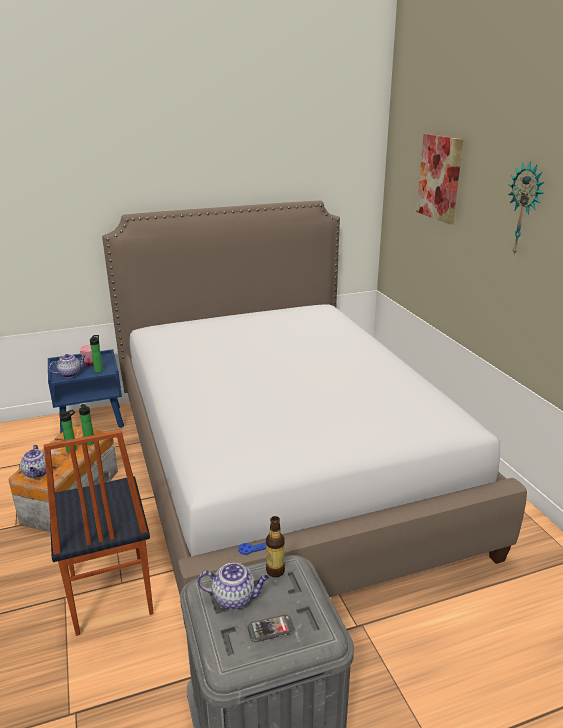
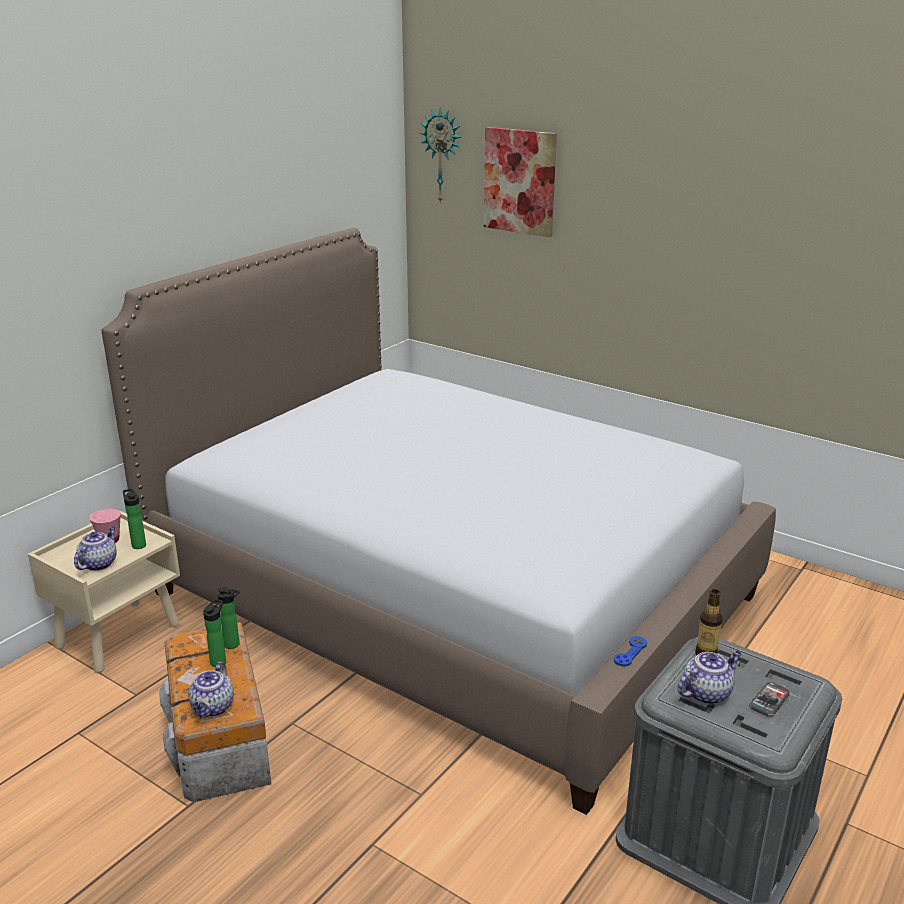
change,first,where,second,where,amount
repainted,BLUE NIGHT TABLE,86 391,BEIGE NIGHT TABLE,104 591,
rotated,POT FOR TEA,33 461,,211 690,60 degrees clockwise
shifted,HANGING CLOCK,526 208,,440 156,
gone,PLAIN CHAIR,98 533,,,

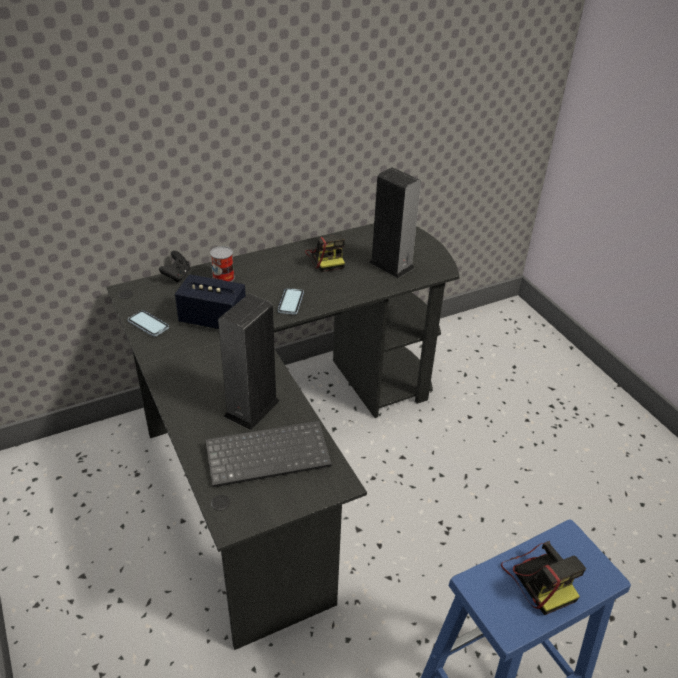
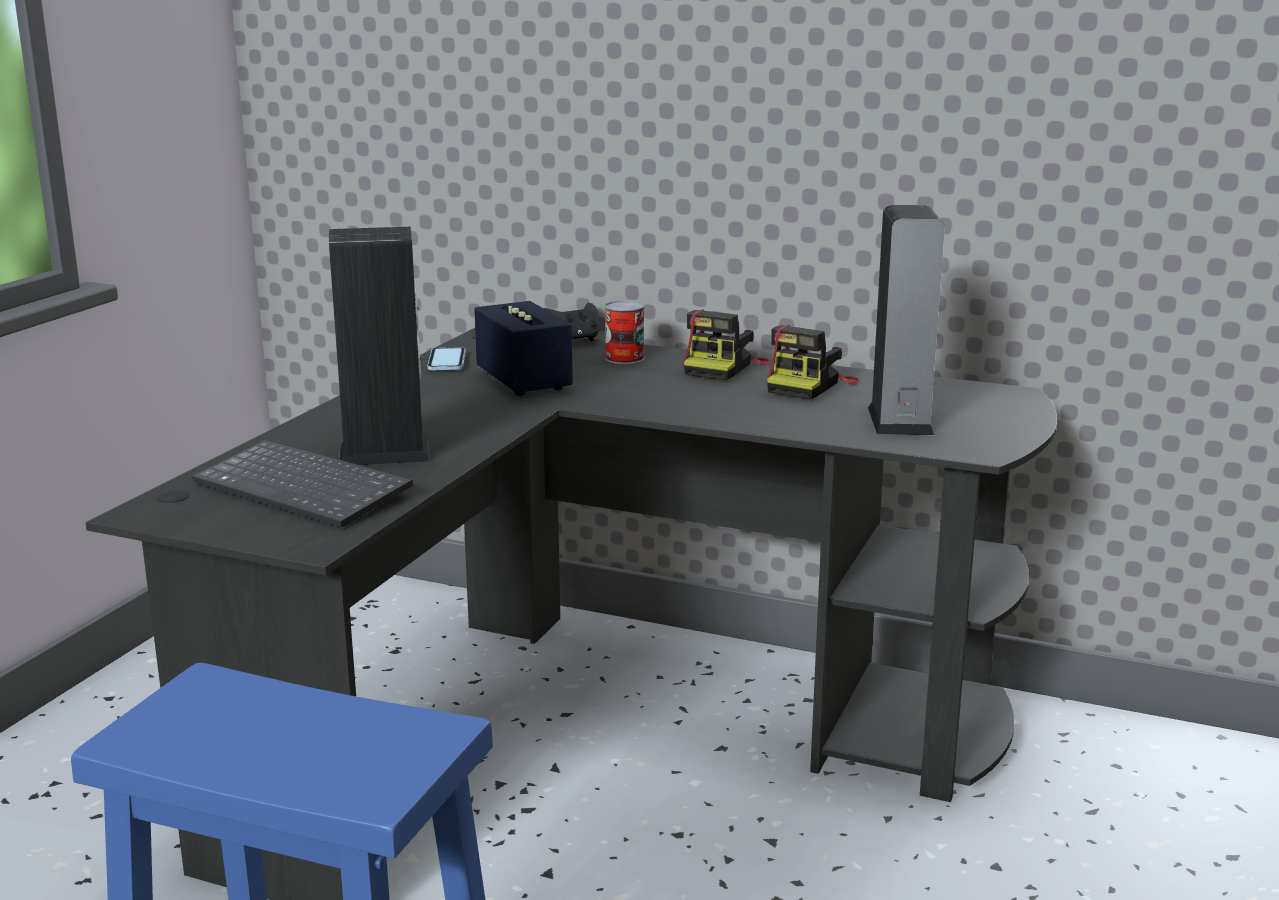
change,first,where,second,where,amount
shifted,PHOTO CAMERA,543 578,,727 345,
gone,TELEPHONE,291 301,,,

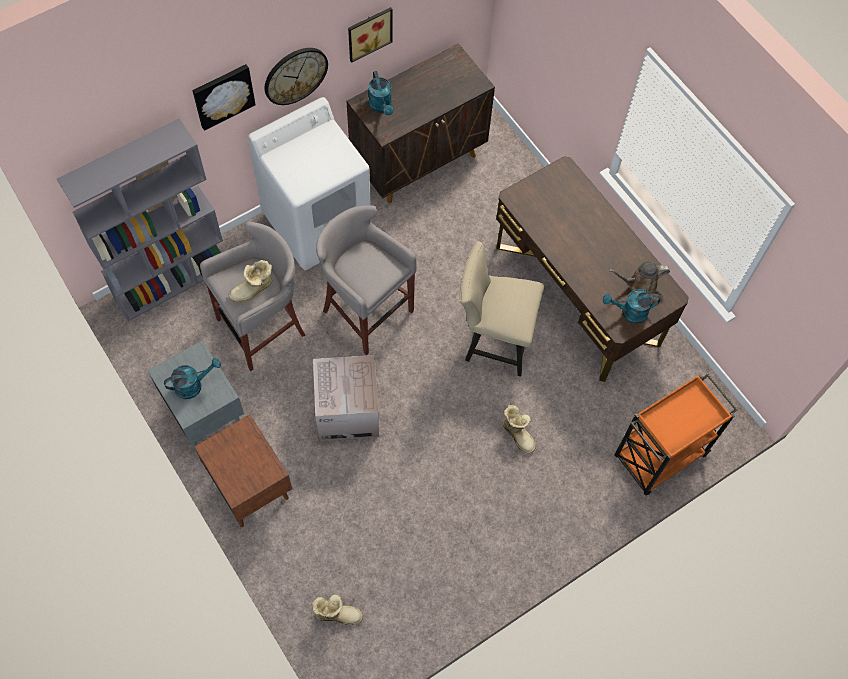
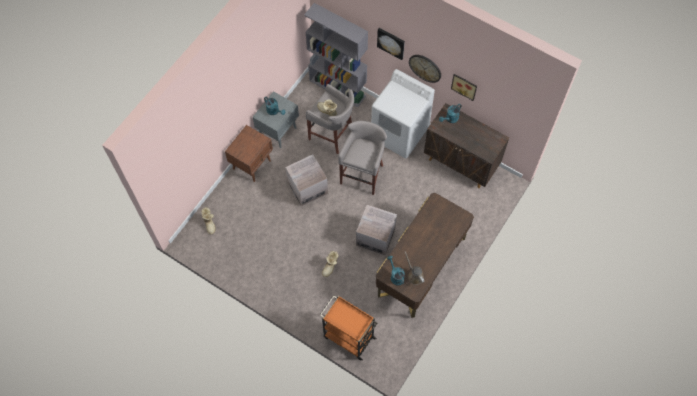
change,first,where,second,where,amount
swapped,BEIGE PLAIN CHAIR,502 309,PACKING BOX,376 230,

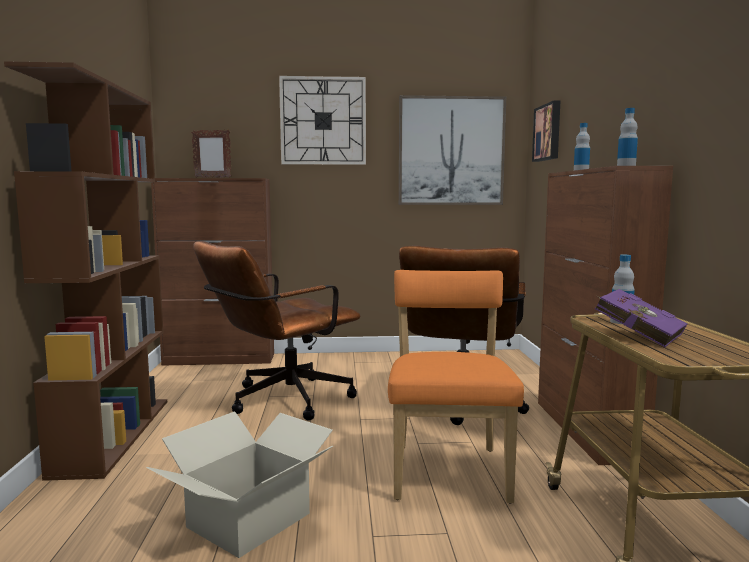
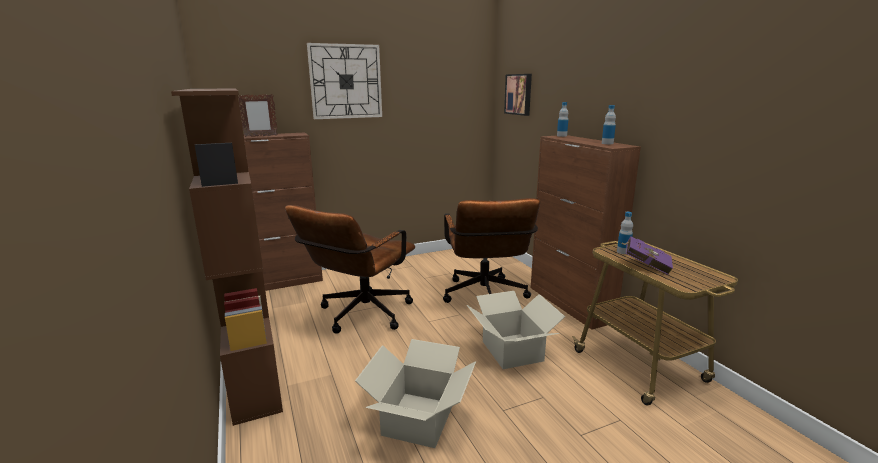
change,first,where,second,where,amount
swapped,ORANGEY PLAIN CHAIR,456 387,PACKING BOX,516 330,
gone,PICTURE,452 150,,,

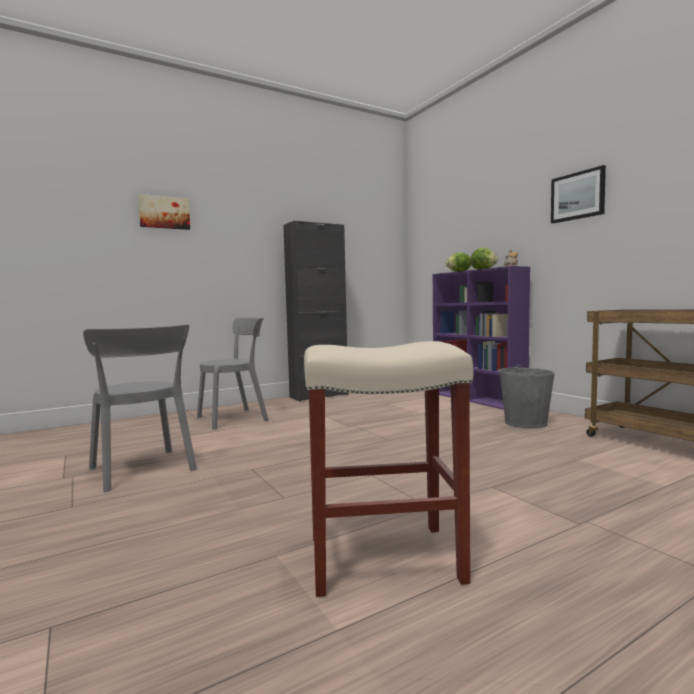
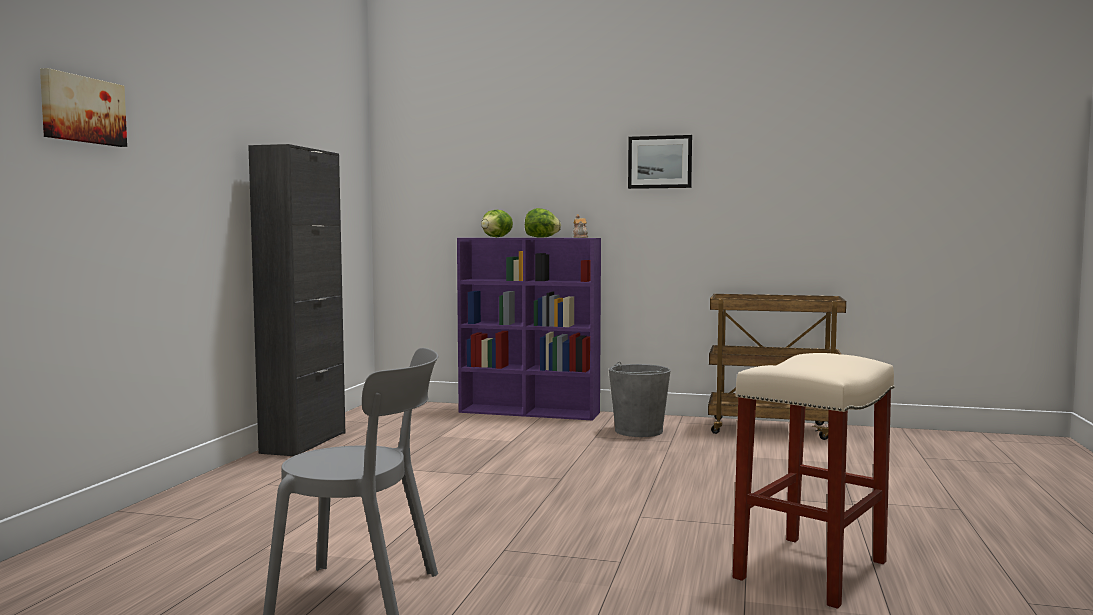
change,first,where,second,where,amount
gone,GRAY PLAIN CHAIR,233 374,,,

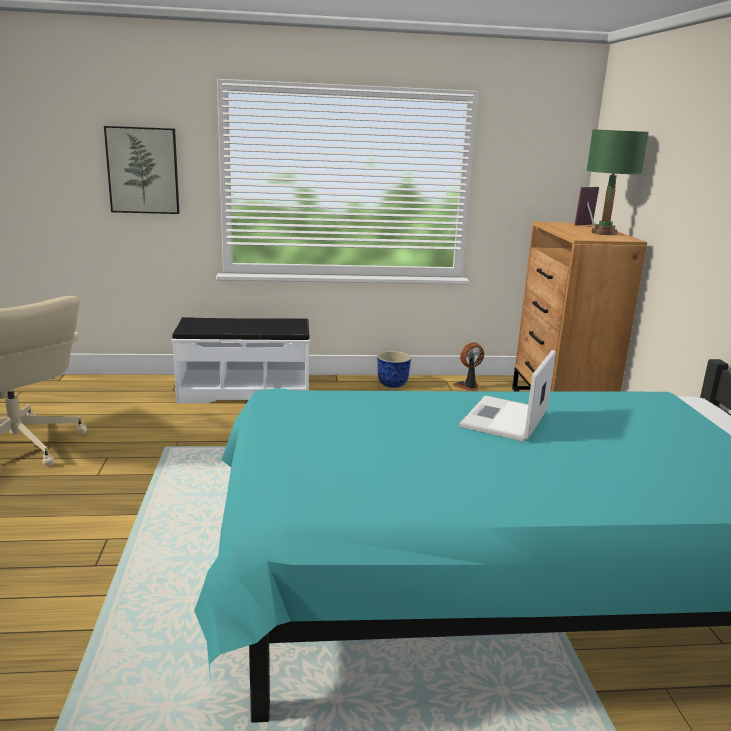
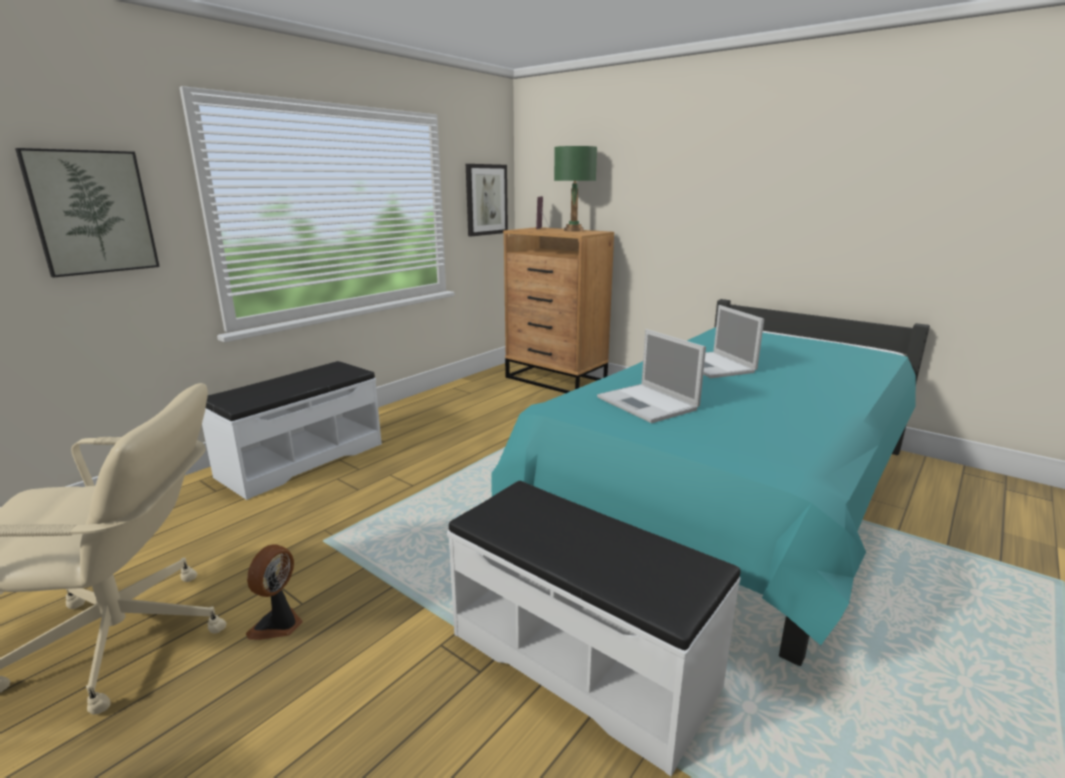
change,first,where,second,where,amount
shifted,FAN,468 366,,274 592,
new,,,WHITE LONG SEAT,593 628,
new,,,PICTURE,487 200,
new,,,PORTABLE COMPUTER,651 376,
gone,PLANTER,394 369,,,

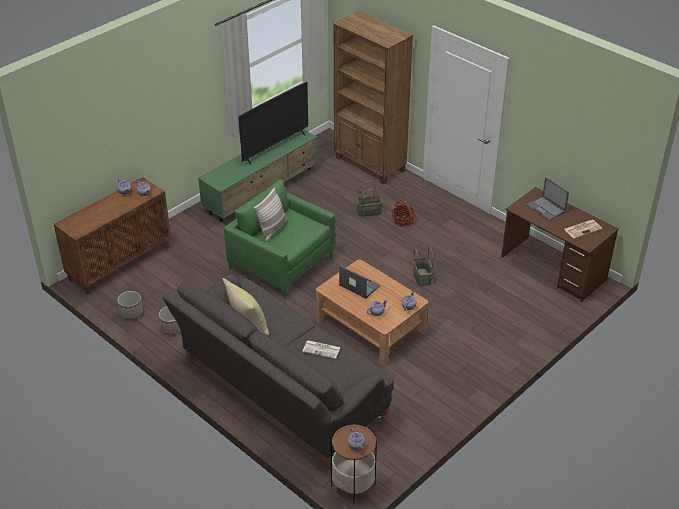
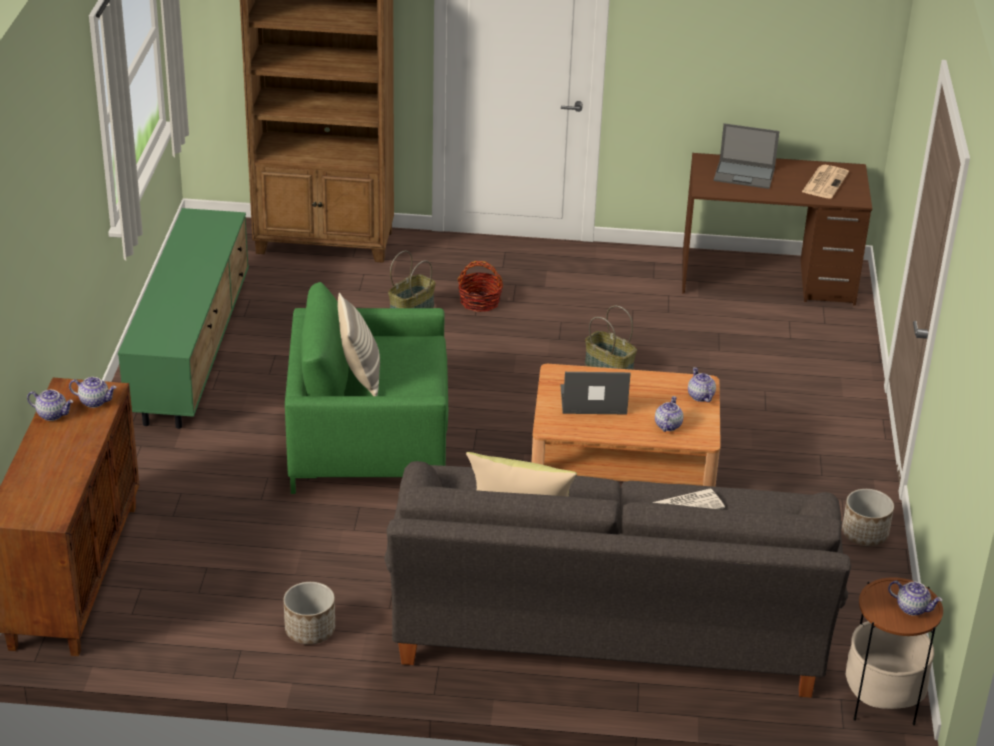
change,first,where,second,where,amount
shifted,PLANTER,130 305,,868 517,
gone,TV SET,273 123,,,

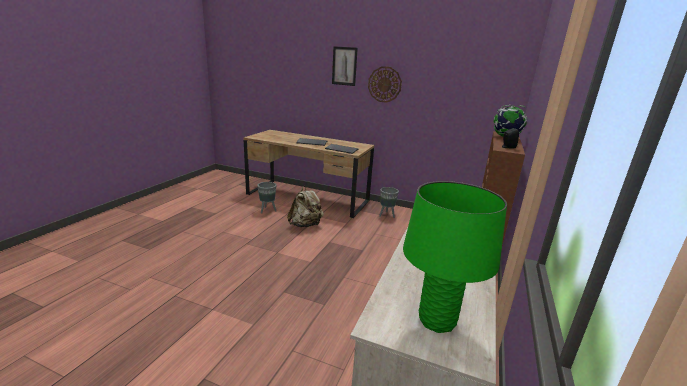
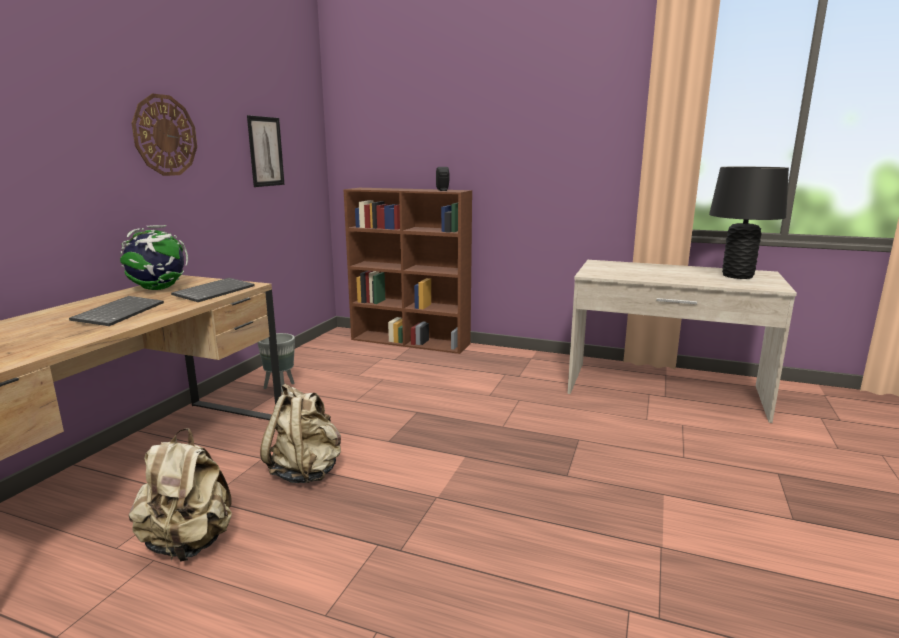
change,first,where,second,where,amount
shifted,GLOBE,511 121,,154 257,
swapped,GRAY PLANTER,266 198,BEIGE KNAPSACK,180 495,
shifted,PICTURE,345 66,,266 151,
repainted,GREEN TABLE LAMP,455 257,BLACK TABLE LAMP,749 223,

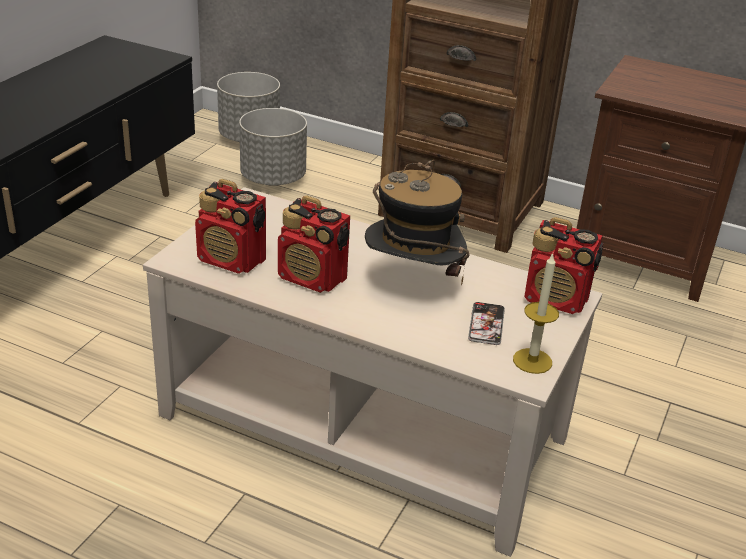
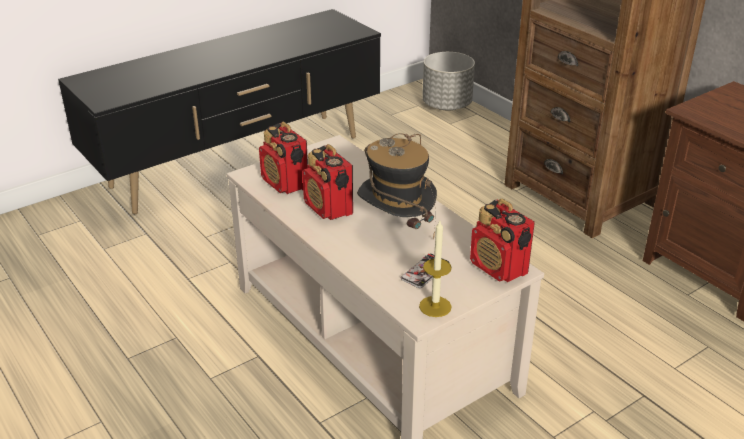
change,first,where,second,where,amount
gone,GRAY PLANTER,273 147,,,

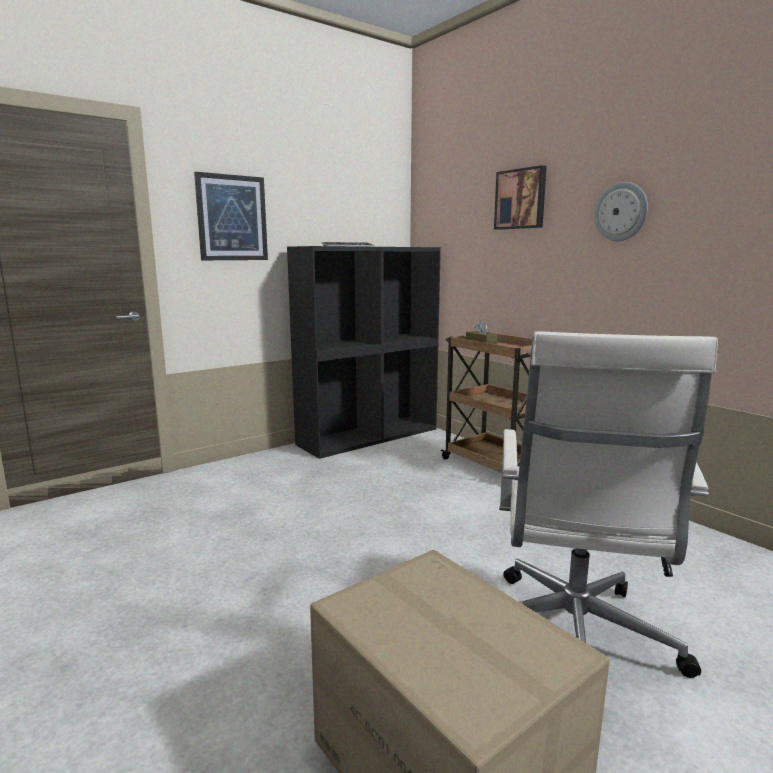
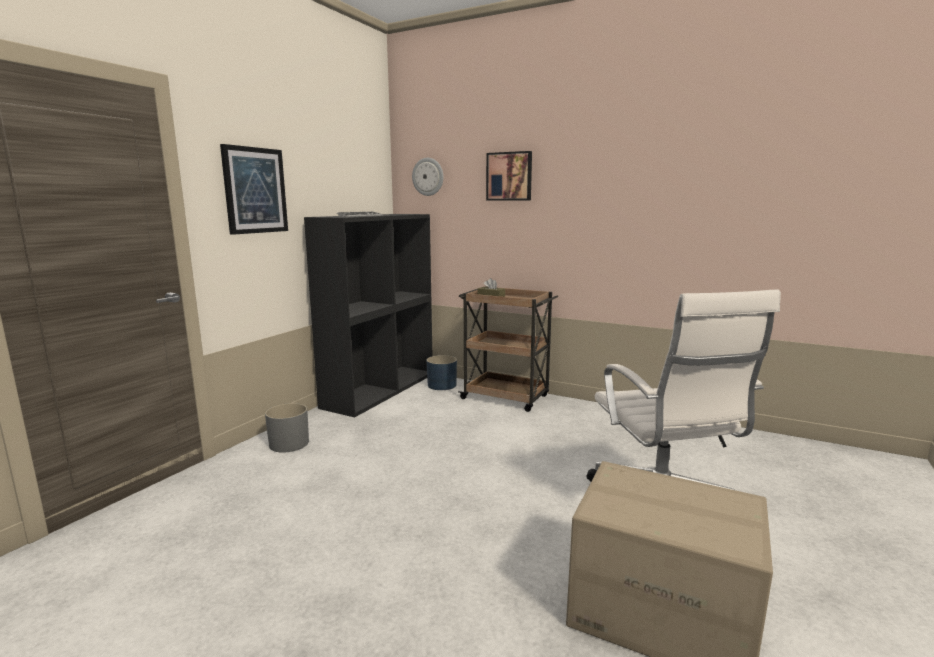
change,first,where,second,where,amount
new,,,GRAY PLANTER,287 428,
shifted,HANGING CLOCK,621 211,,428 177,
new,,,BLUE PLANTER,442 372,

